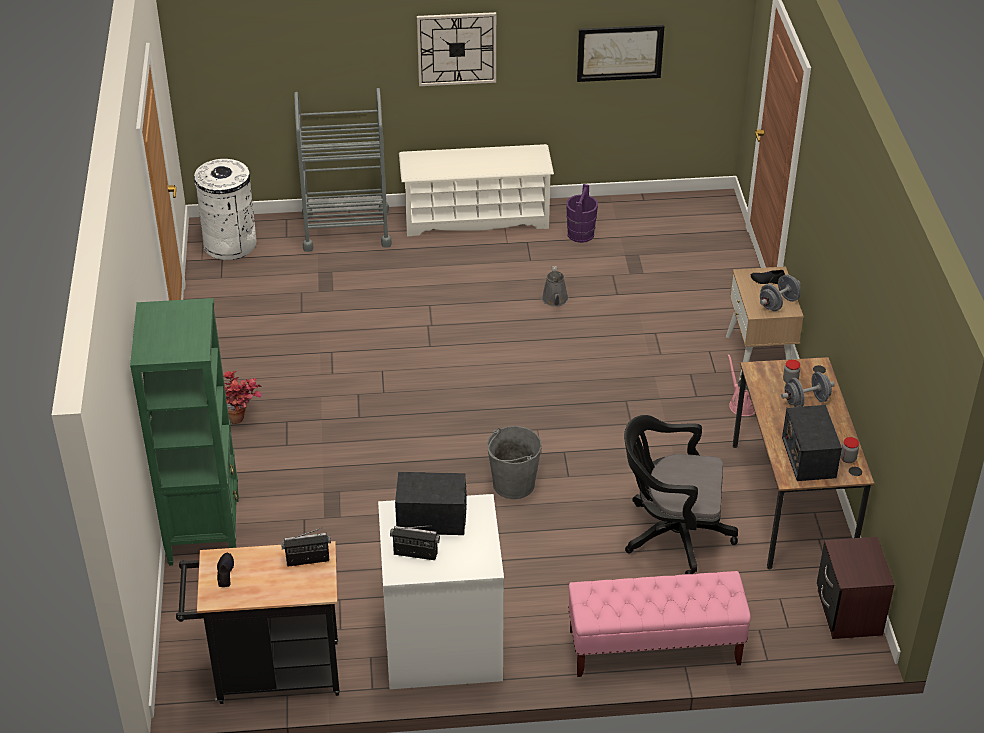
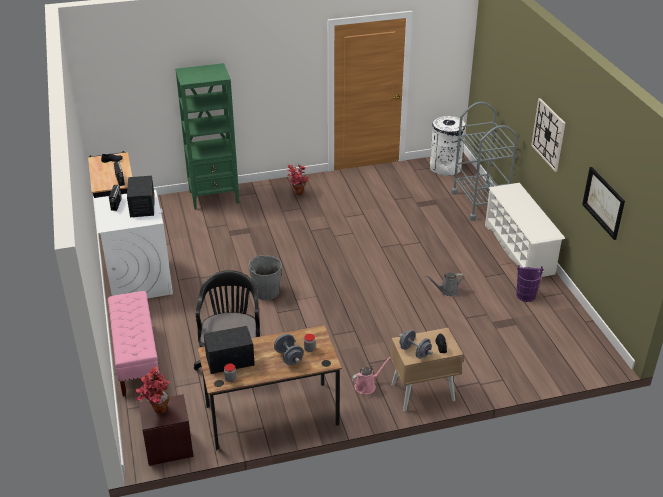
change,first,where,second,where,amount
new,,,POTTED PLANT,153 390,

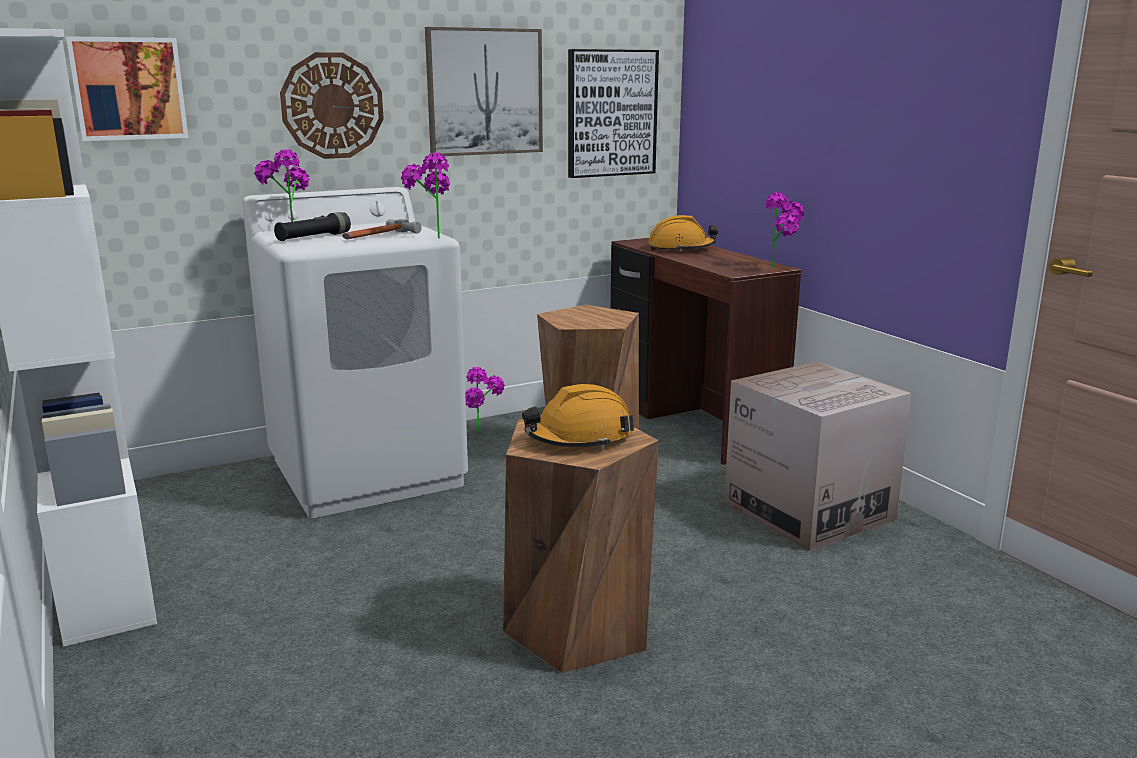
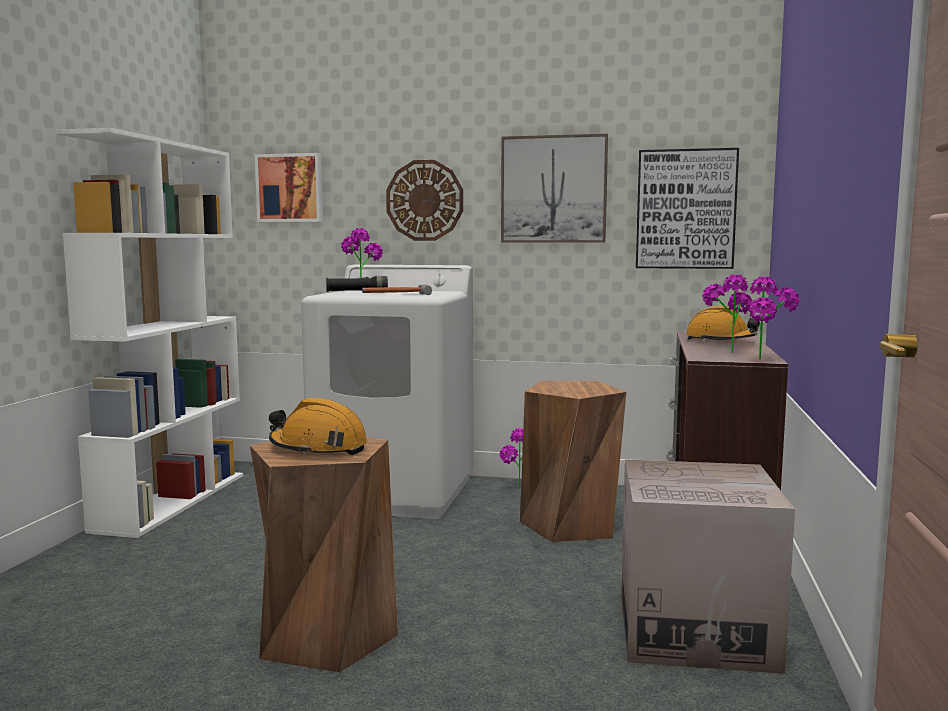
change,first,where,second,where,amount
shifted,POTTED PLANT,425 195,,727 314,

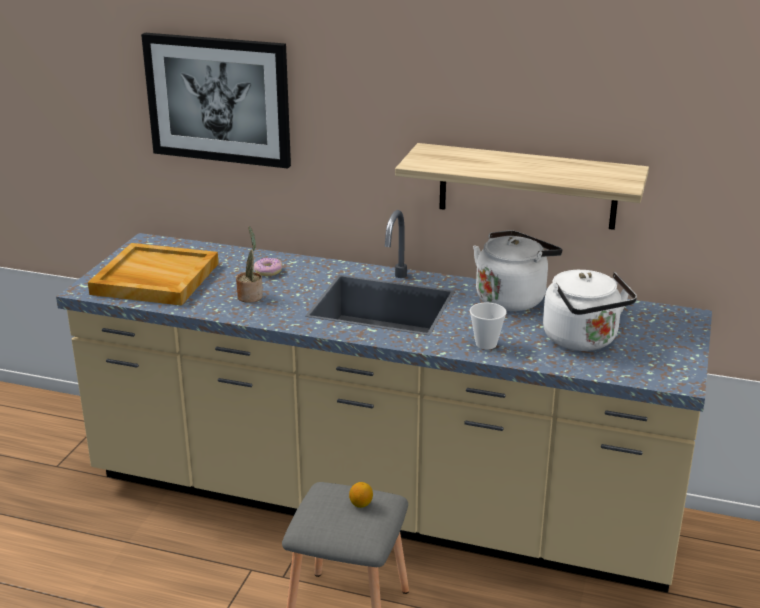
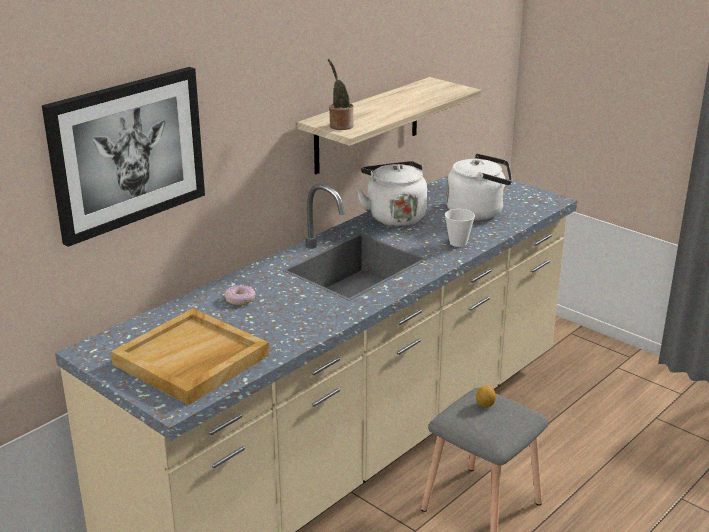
change,first,where,second,where,amount
shifted,POTTED PLANT,249 264,,341 94,

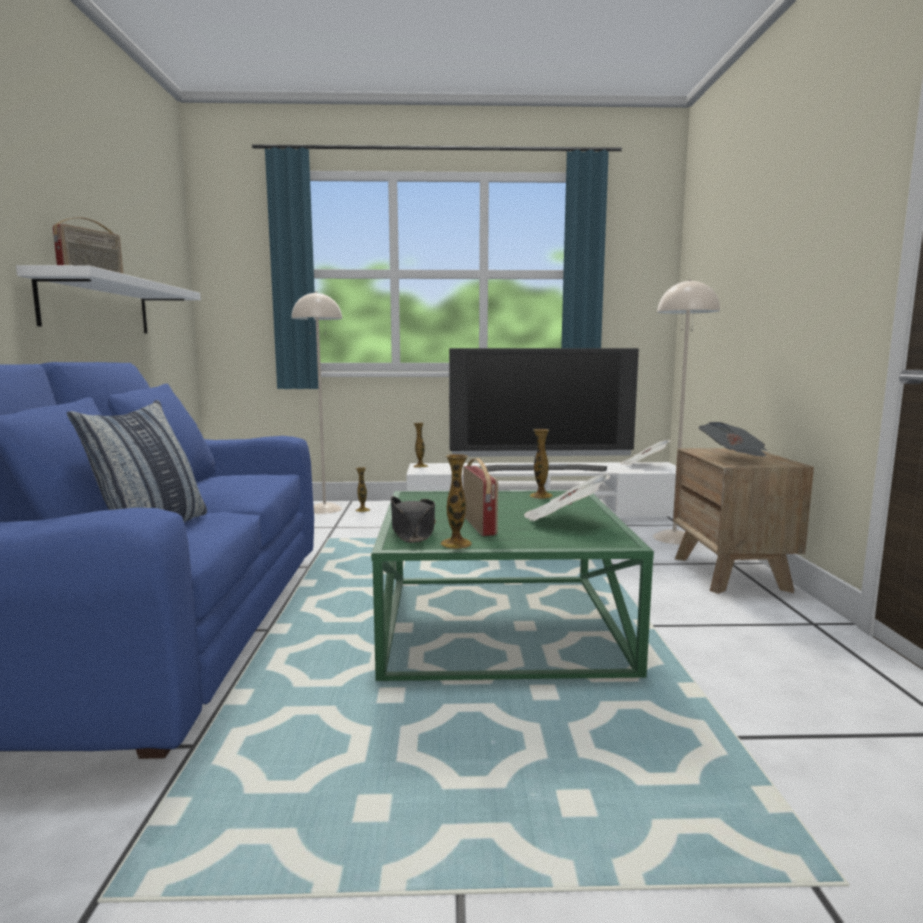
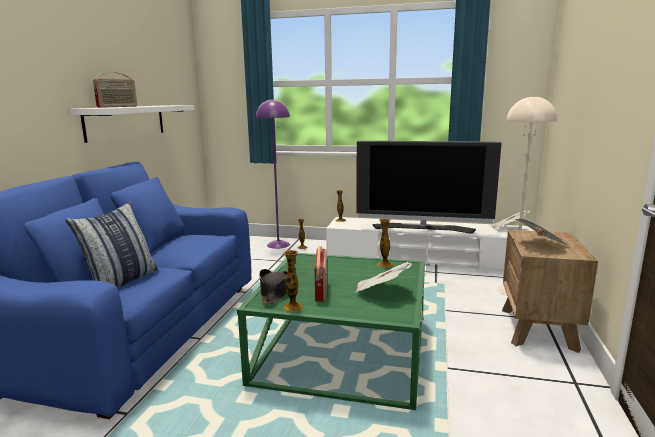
change,first,where,second,where,amount
repainted,BEIGE STANDING LAMP,317 402,PURPLE STANDING LAMP,273 174,

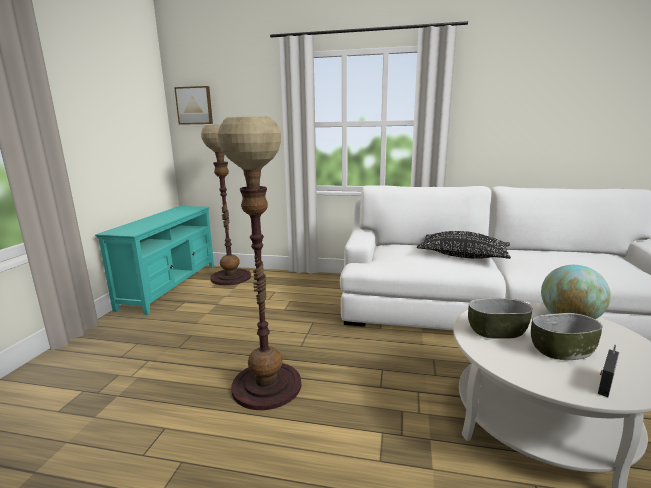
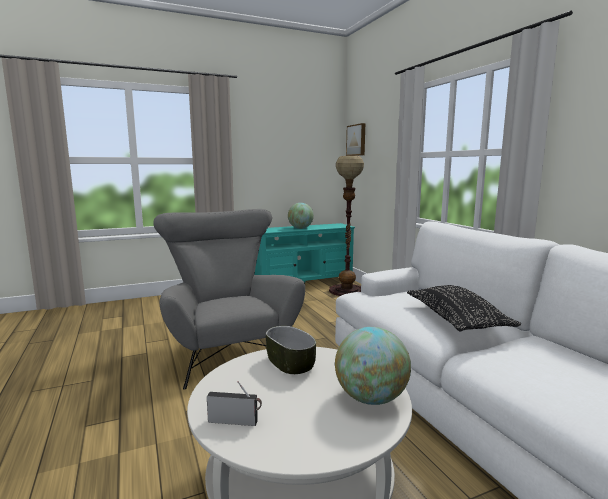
change,first,where,second,where,amount
swapped,STANDING LAMP,260 263,GRAY LOUNGE CHAIR,229 299,
new,,,GLOBE,301 216,
gone,DEEP DISH,566 336,,,

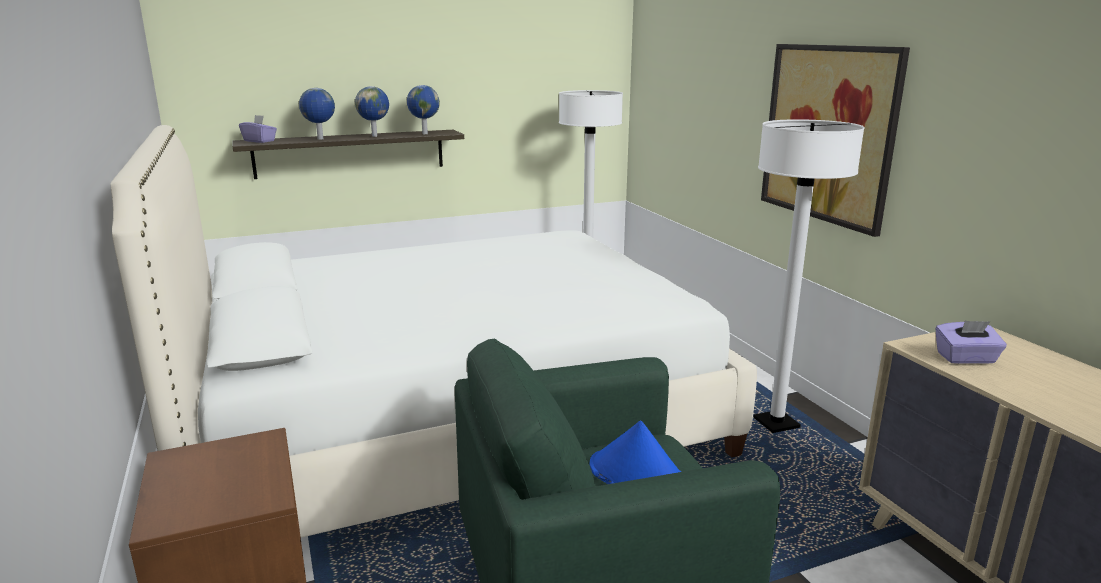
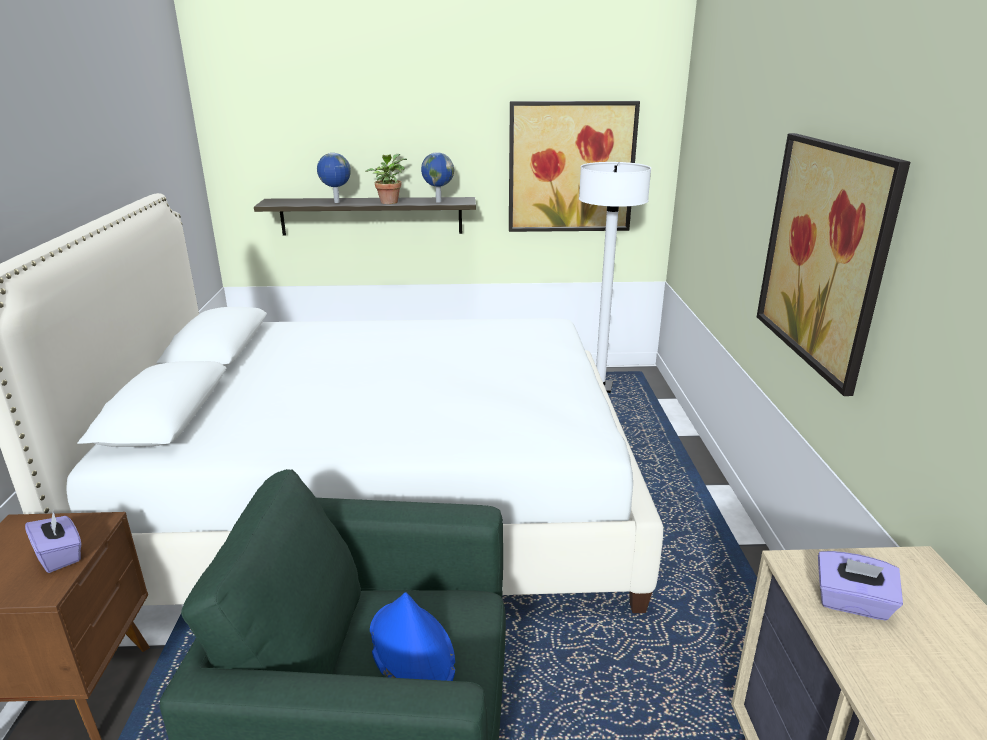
change,first,where,second,where,amount
shifted,PURPLE TISSUE HOLDER,258 129,,53 543,
swapped,GLOBE,372 111,POTTED PLANT,386 179,
new,,,PICTURE,574 166,
gone,WHITE STANDING LAMP,809 276,,,

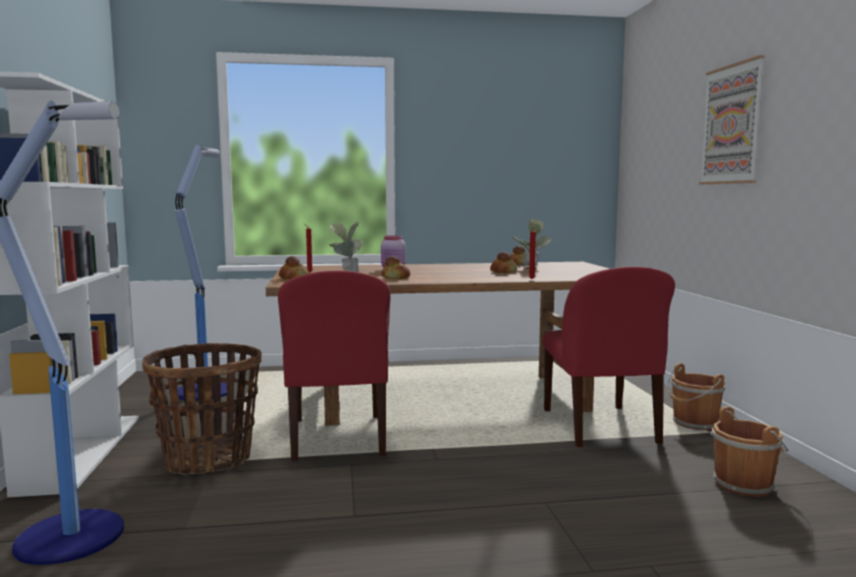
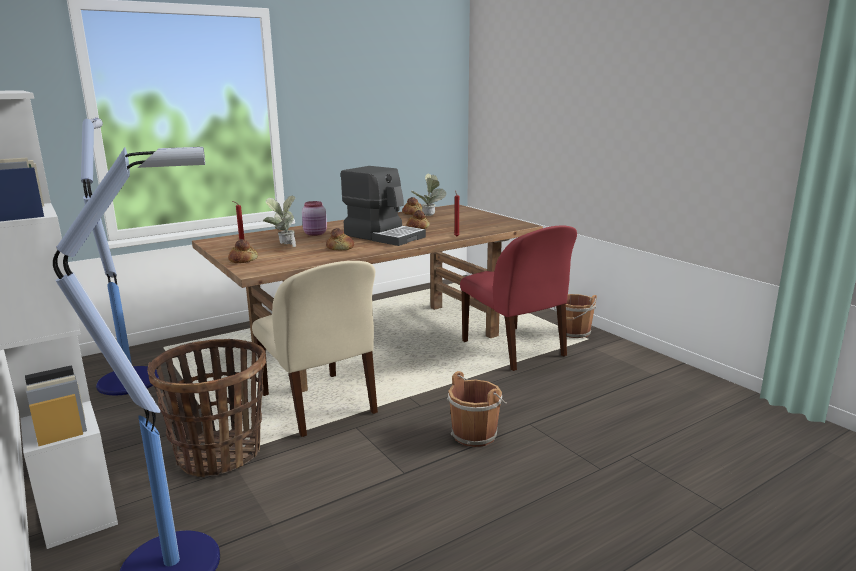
change,first,where,second,where,amount
repainted,REDDISH PLAIN CHAIR,334 366,BEIGE PLAIN CHAIR,315 349,
new,,,COFFEE BREWER,383 206,
shifted,BROWN-COLOURED WATER BUCKET,749 451,,477 409,
gone,PICTURE,732 119,,,

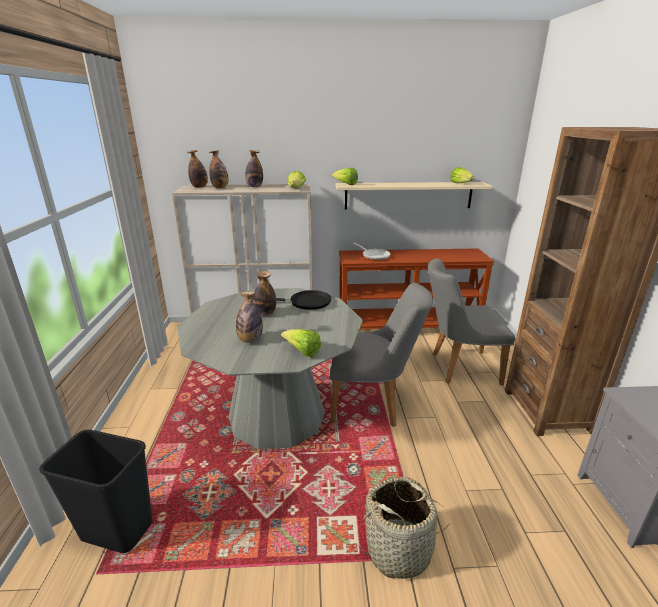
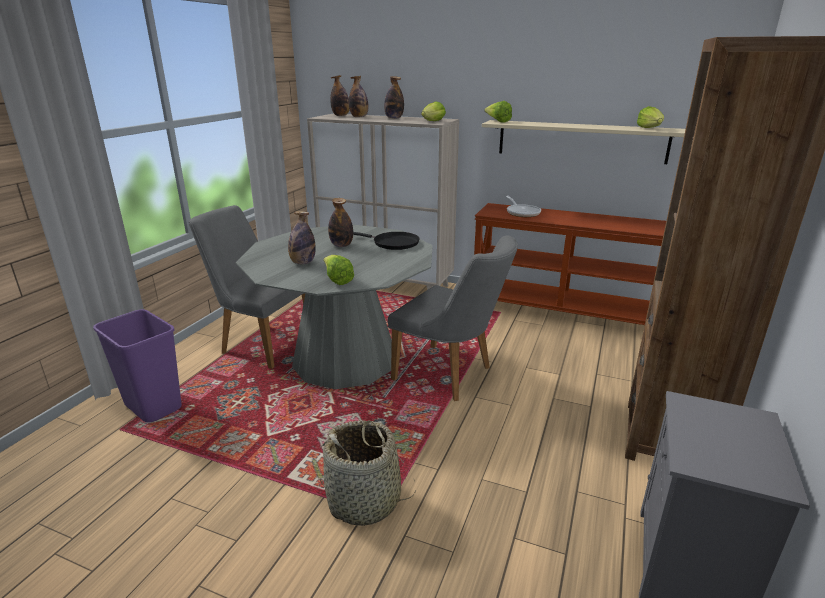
change,first,where,second,where,amount
repainted,BLACK TRASH CAN,95 491,PURPLE TRASH CAN,137 366,
shifted,GRAY PLAIN CHAIR,471 321,,247 287,

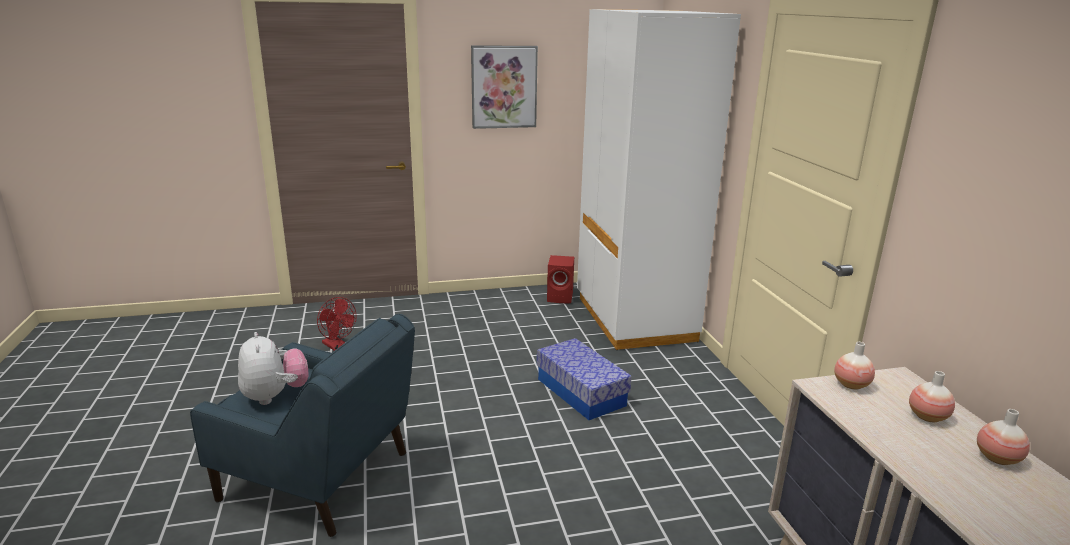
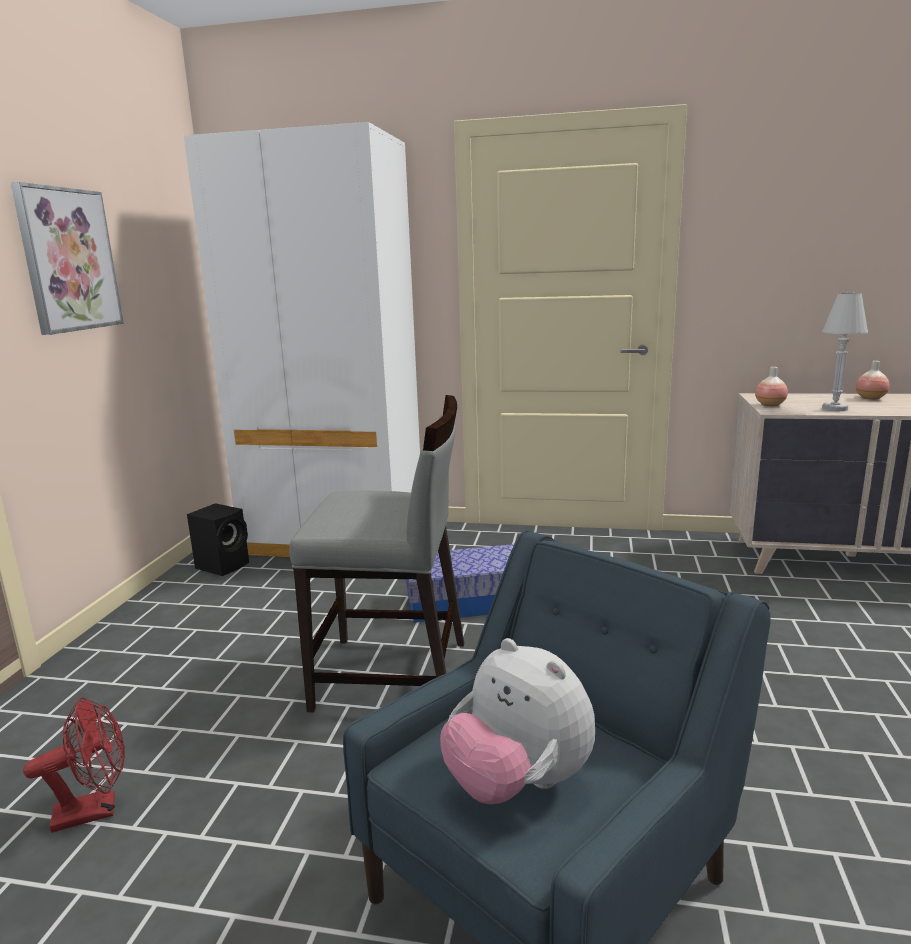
change,first,where,second,where,amount
repainted,REDDISH LOUDSPEAKER,560 279,BLACK LOUDSPEAKER,218 539,
new,,,GRAY PLAIN CHAIR,376 553,
rotated,SOFT TOY,273 368,,517 721,135 degrees counterclockwise
new,,,WHITE TABLE LAMP,845 352,
gone,DECORATIVE VASE,932 396,,,

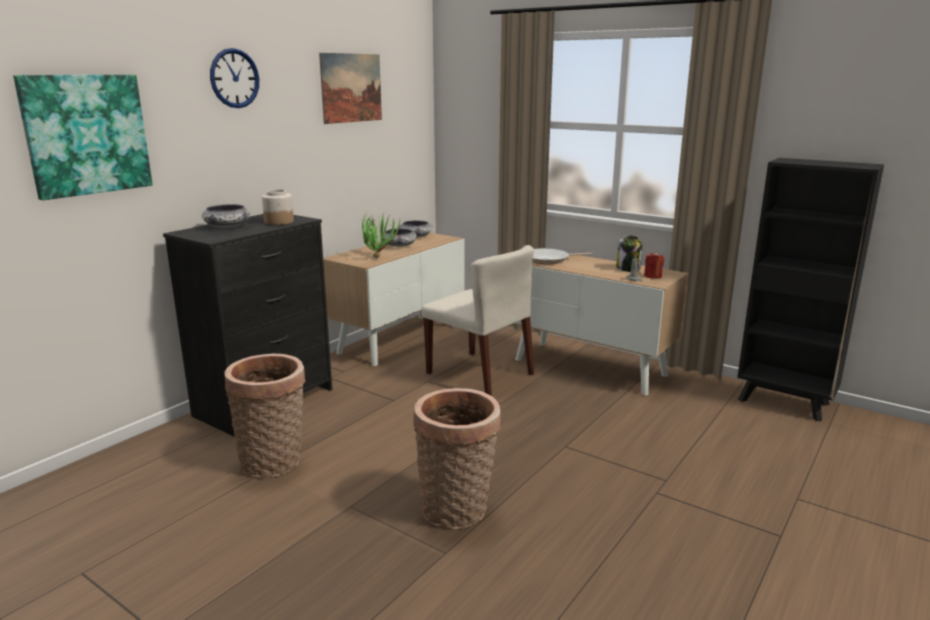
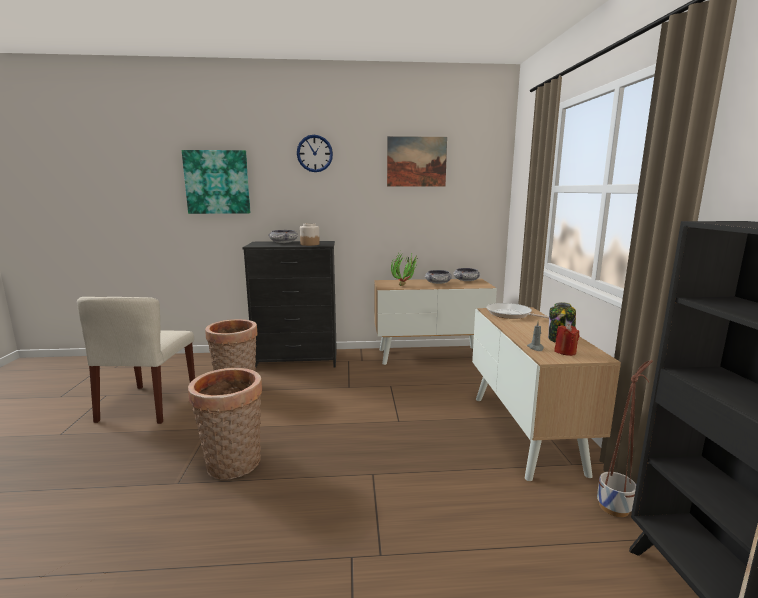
change,first,where,second,where,amount
shifted,BEIGE PLAIN CHAIR,478 320,,136 360,
new,,,PLANTER,625 438,

